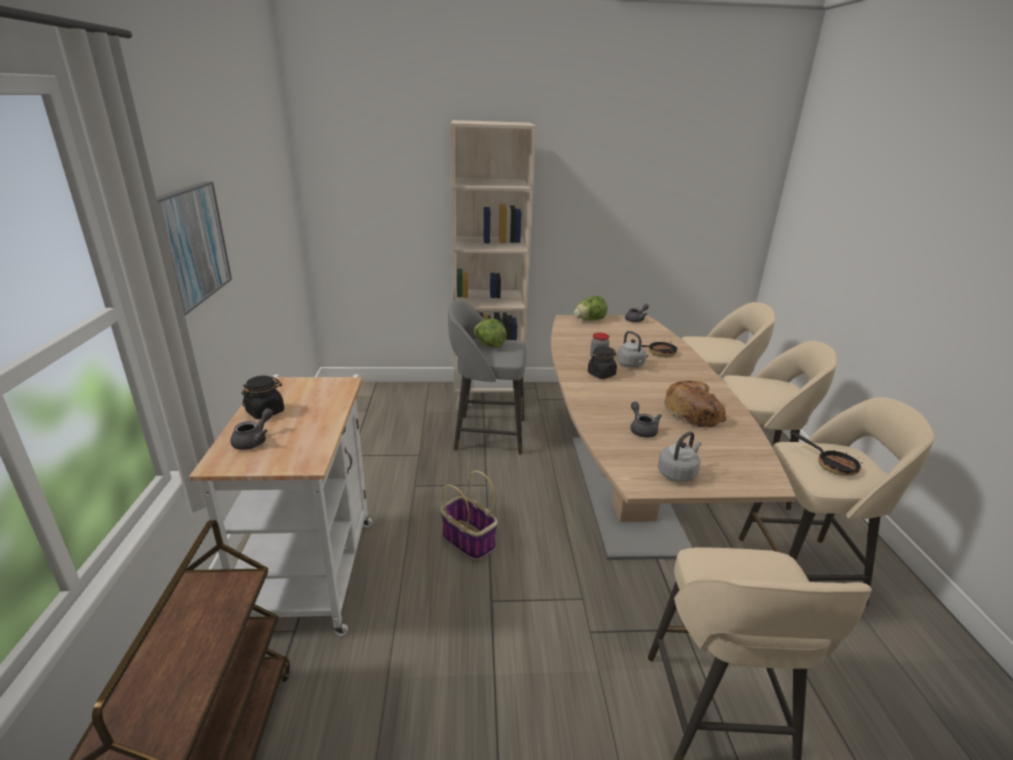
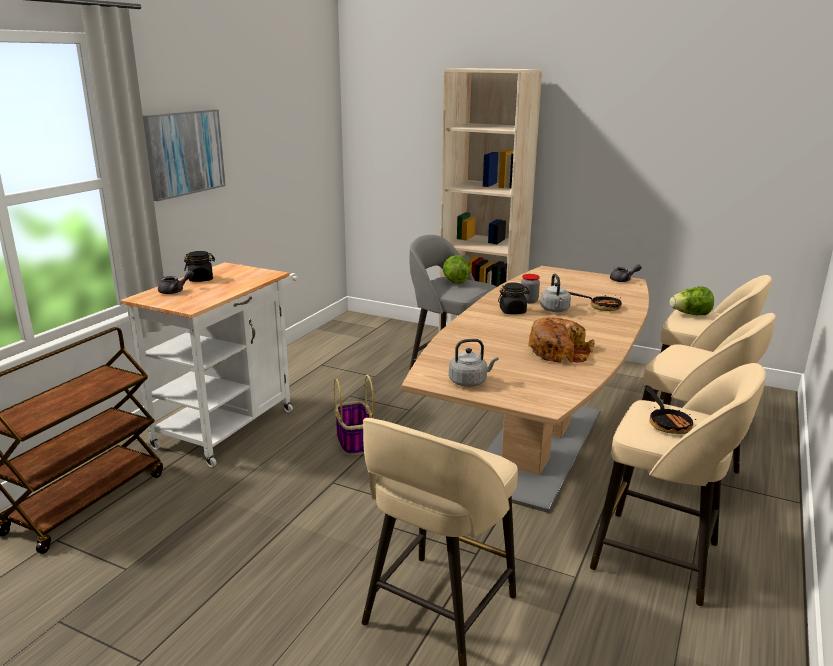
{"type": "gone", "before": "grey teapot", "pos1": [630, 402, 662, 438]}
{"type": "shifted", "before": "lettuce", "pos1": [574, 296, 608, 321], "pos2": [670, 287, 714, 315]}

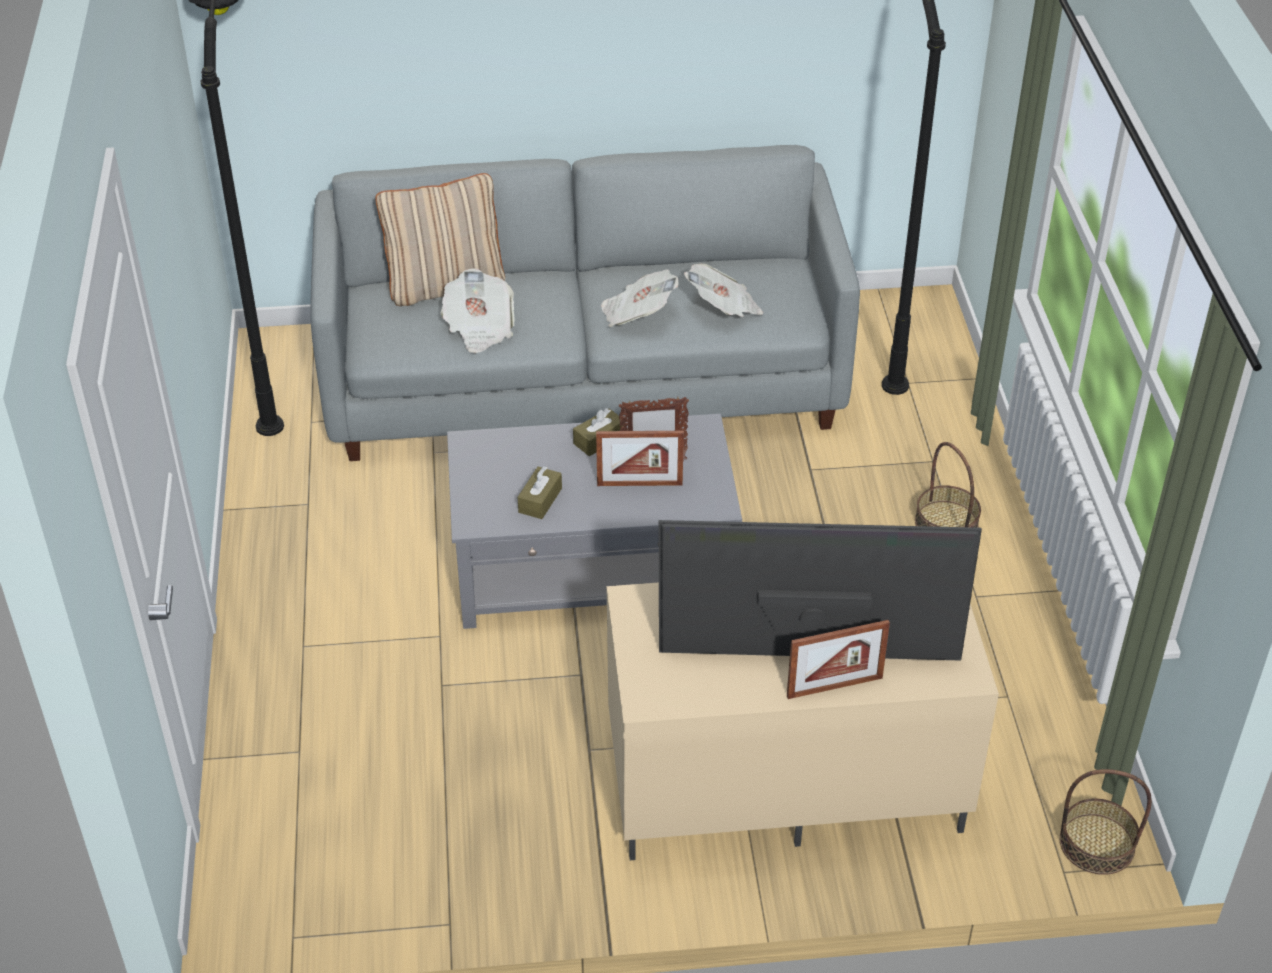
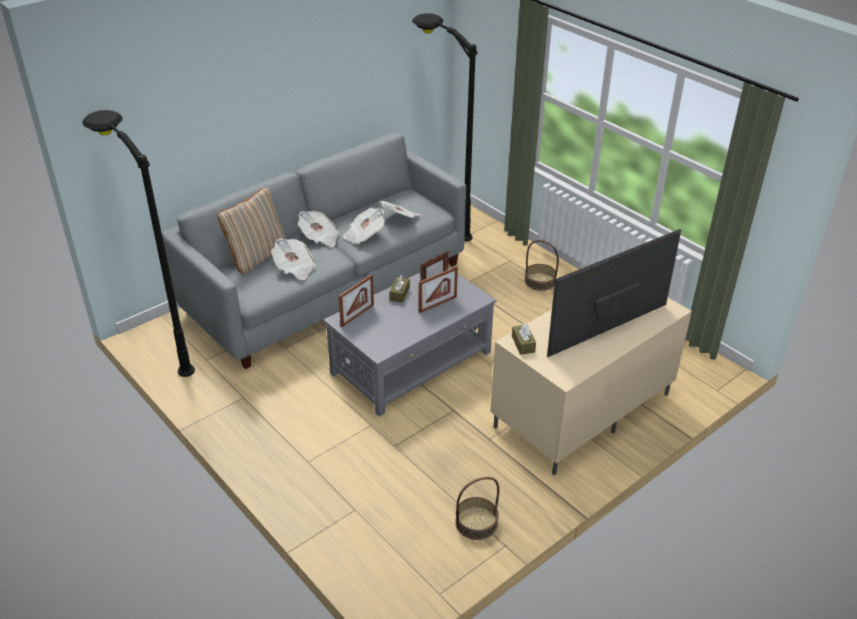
{"type": "new", "after": "newspaper", "pos2": [298, 211, 340, 247]}
{"type": "shifted", "before": "brown tissue box", "pos1": [518, 467, 562, 519], "pos2": [512, 323, 536, 355]}
{"type": "shifted", "before": "picture frame", "pos1": [787, 620, 890, 699], "pos2": [339, 274, 374, 327]}
{"type": "shifted", "before": "basket", "pos1": [1060, 769, 1152, 875], "pos2": [455, 477, 499, 540]}

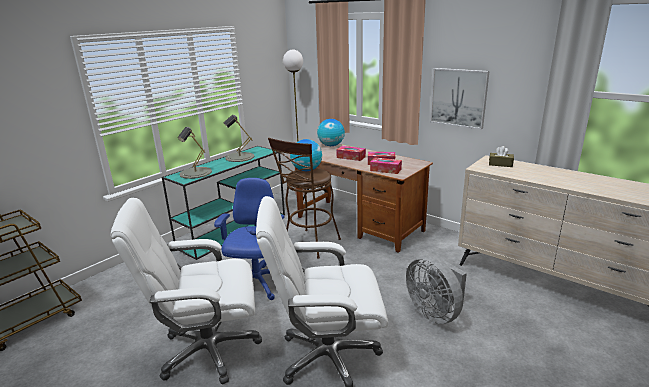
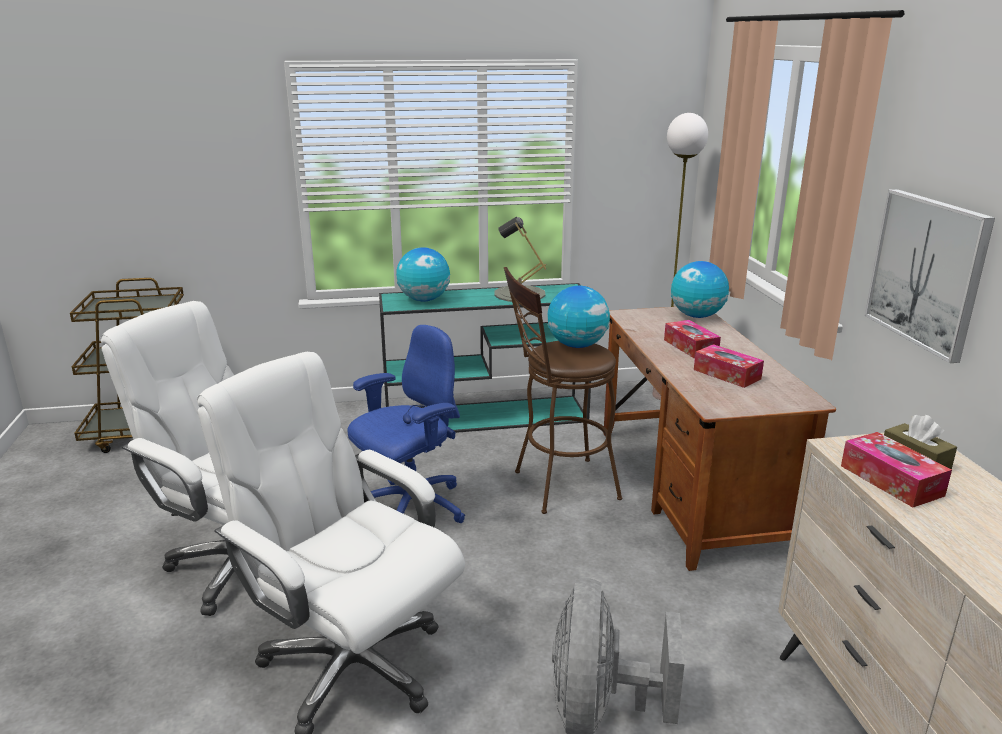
{"type": "shifted", "before": "tissue box", "pos1": [370, 157, 402, 174], "pos2": [841, 432, 952, 507]}
{"type": "swapped", "before": "grey table lamp", "after": "globe", "pos1": [178, 127, 212, 179], "pos2": [396, 247, 450, 301]}

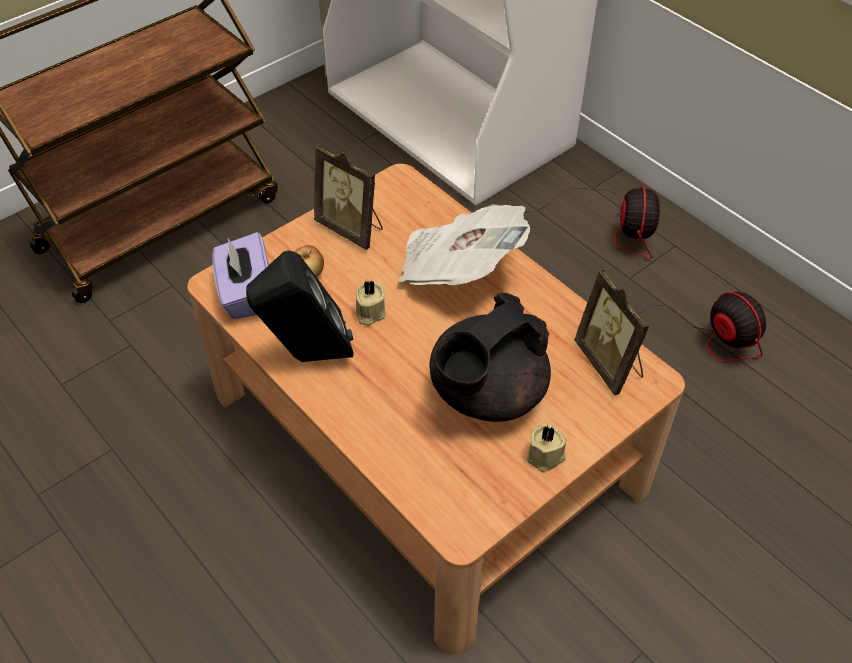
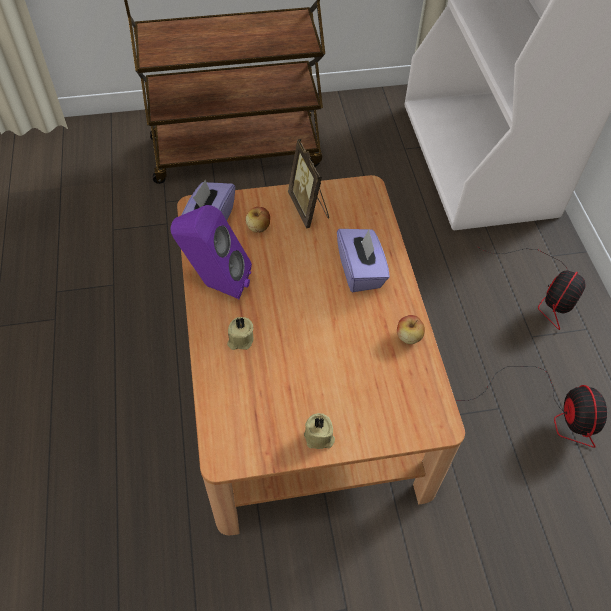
{"type": "gone", "before": "black teapot", "pos1": [430, 293, 551, 422]}
{"type": "gone", "before": "picture frame", "pos1": [574, 269, 649, 395]}
{"type": "new", "after": "apple", "pos2": [397, 315, 425, 344]}
{"type": "shifted", "before": "beige candle", "pos1": [356, 281, 386, 326], "pos2": [227, 317, 253, 350]}
{"type": "swapped", "before": "newspaper", "after": "purple tissue box", "pos1": [398, 204, 530, 285], "pos2": [337, 229, 390, 292]}
{"type": "repainted", "before": "black speaker", "after": "purple speaker", "pos1": [246, 251, 354, 362], "pos2": [170, 205, 252, 299]}

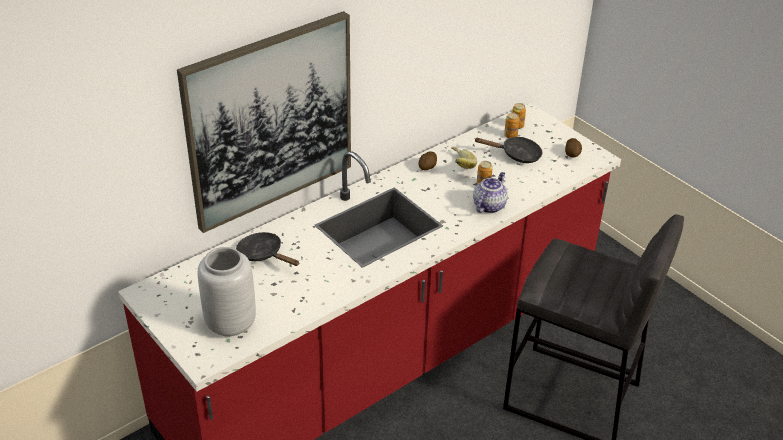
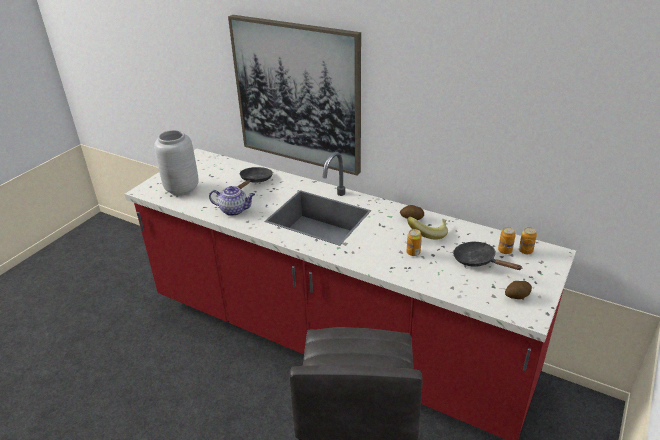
{"type": "shifted", "before": "teapot", "pos1": [473, 172, 508, 213], "pos2": [209, 186, 255, 216]}
{"type": "rotated", "before": "black frying pan", "pos1": [474, 137, 543, 163], "pos2": [453, 242, 523, 270], "turn": 150}

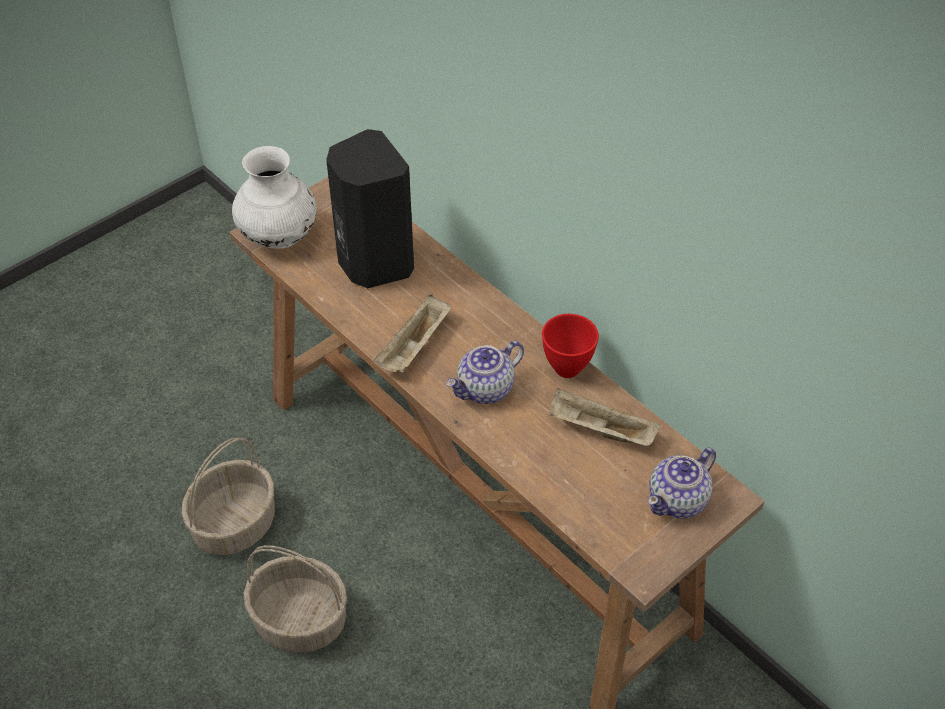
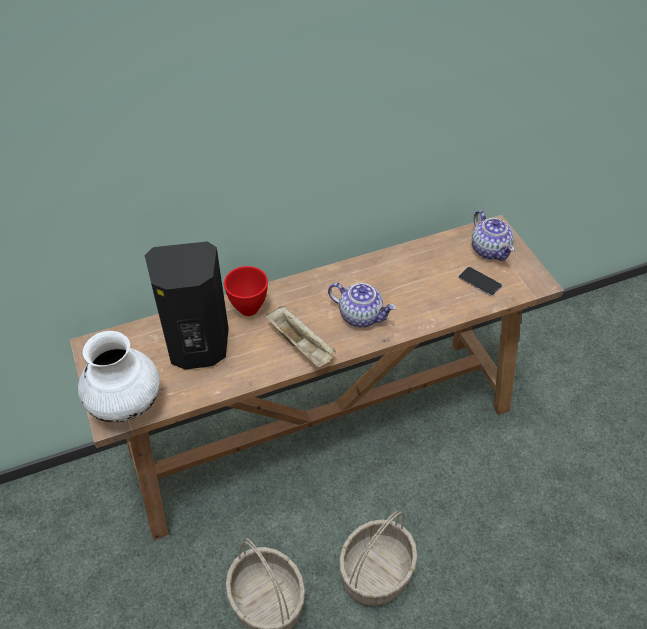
{"type": "gone", "before": "beige tray", "pos1": [549, 388, 660, 446]}
{"type": "new", "after": "phone", "pos2": [459, 267, 502, 296]}
{"type": "shifted", "before": "red bowl", "pos1": [542, 314, 599, 378], "pos2": [224, 266, 268, 316]}
{"type": "rotated", "before": "teapot", "pos1": [446, 341, 524, 404], "pos2": [328, 283, 396, 327], "turn": -45}

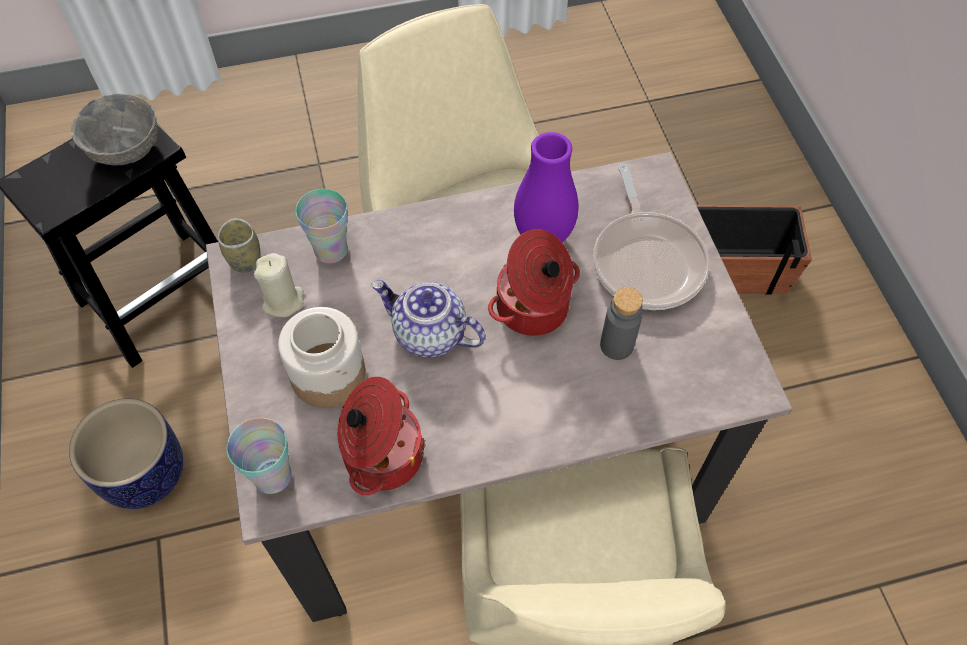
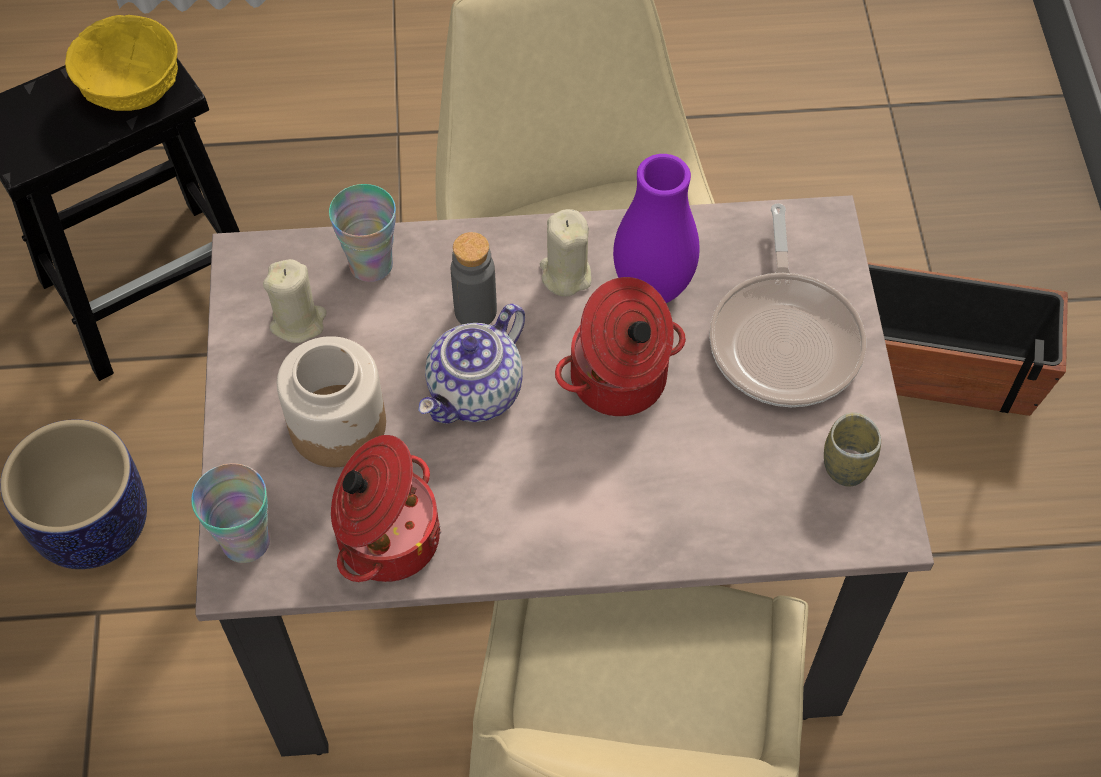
{"type": "new", "after": "beige candle", "pos2": [540, 209, 591, 296]}
{"type": "shifted", "before": "cup", "pos1": [218, 218, 261, 273], "pos2": [824, 412, 881, 487]}
{"type": "shifted", "before": "grey bottle", "pos1": [600, 287, 643, 360], "pos2": [451, 232, 497, 325]}
{"type": "repainted", "before": "grey bowl", "after": "yellow bowl", "pos1": [71, 94, 158, 165], "pos2": [65, 15, 178, 111]}
{"type": "rotated", "before": "teapot", "pos1": [371, 280, 486, 357], "pos2": [418, 304, 525, 424], "turn": -90}

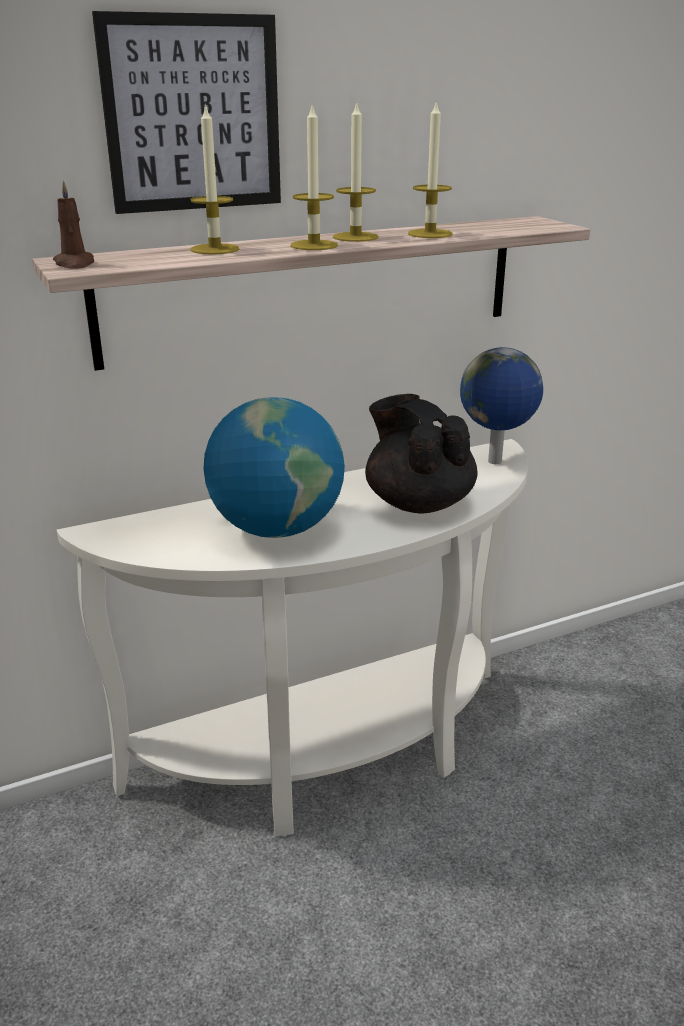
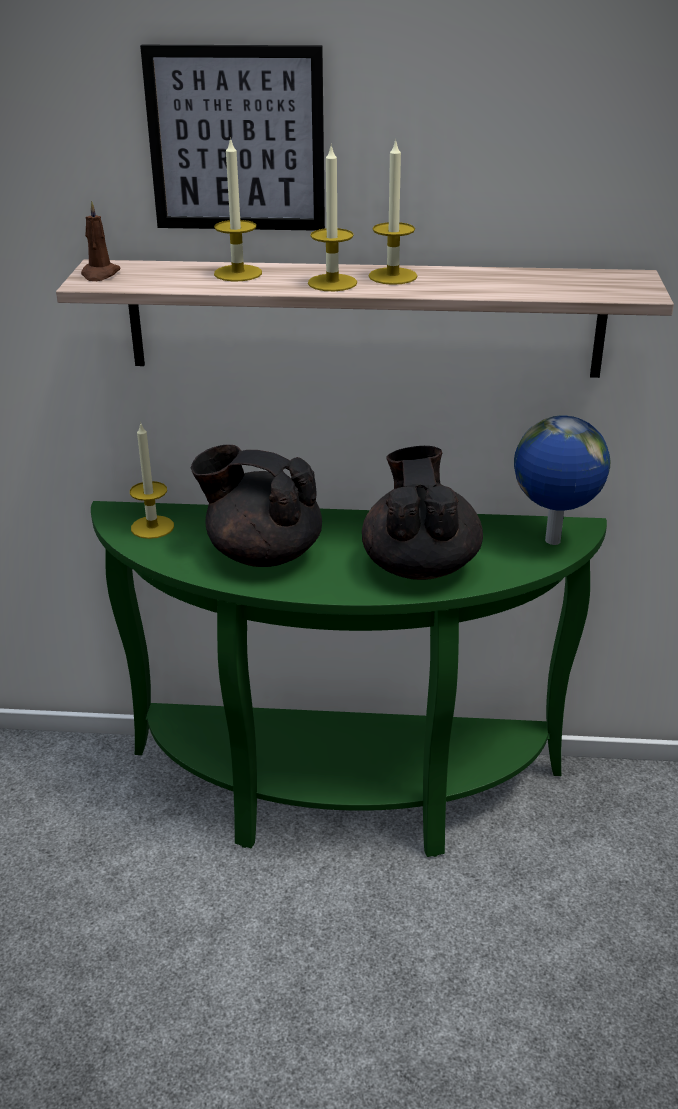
{"type": "shifted", "before": "candle", "pos1": [408, 100, 453, 238], "pos2": [130, 421, 174, 539]}
{"type": "swapped", "before": "globe", "after": "black teapot", "pos1": [203, 397, 345, 538], "pos2": [191, 445, 322, 567]}
{"type": "repainted", "before": "white console table", "after": "green console table", "pos1": [57, 439, 528, 837], "pos2": [91, 501, 607, 857]}

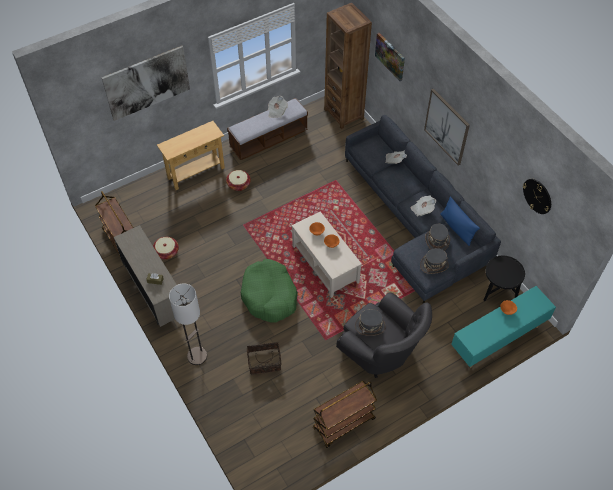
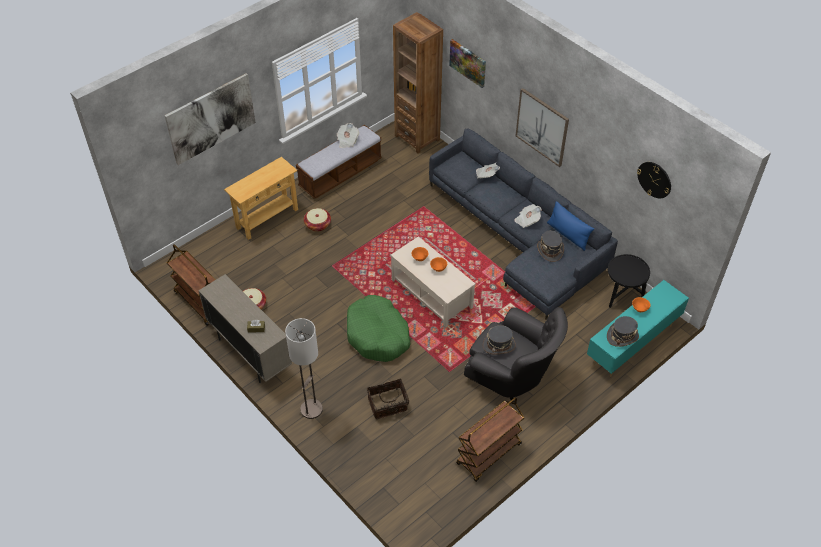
{"type": "shifted", "before": "grey hat", "pos1": [420, 248, 449, 274], "pos2": [607, 316, 639, 347]}

